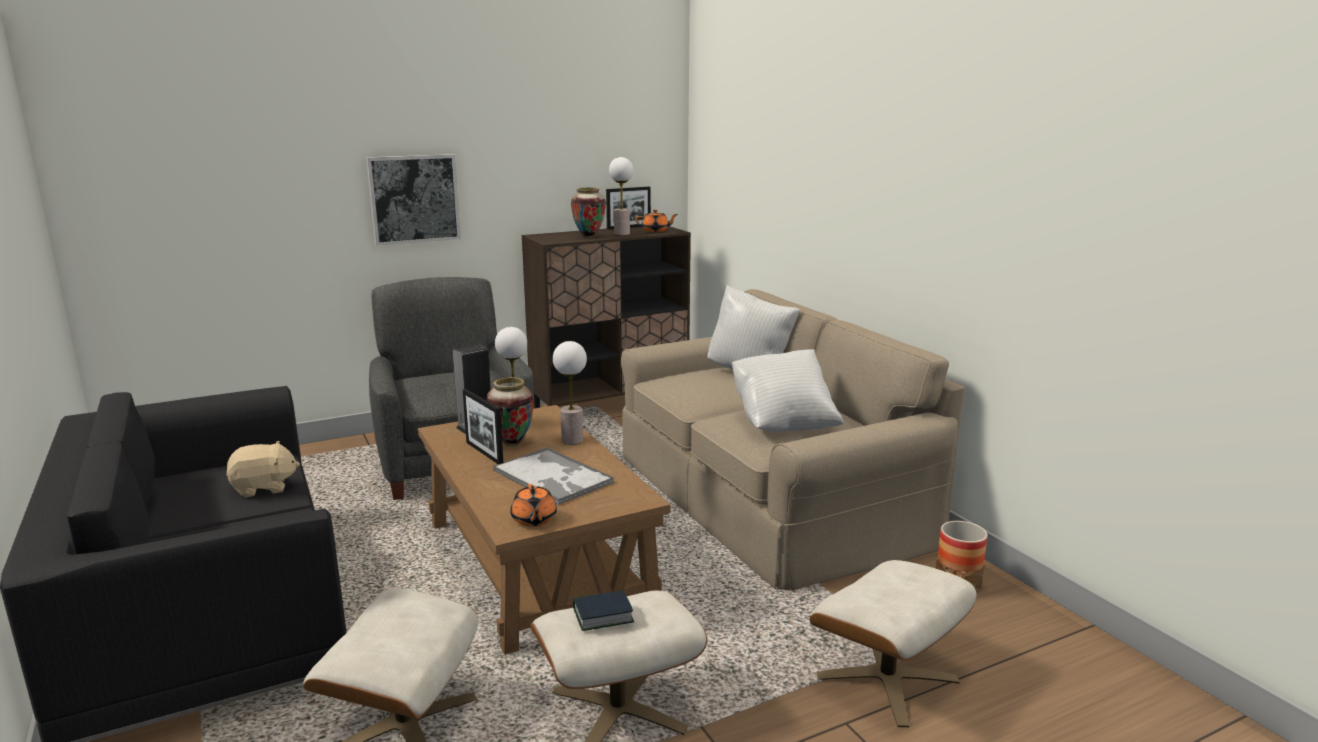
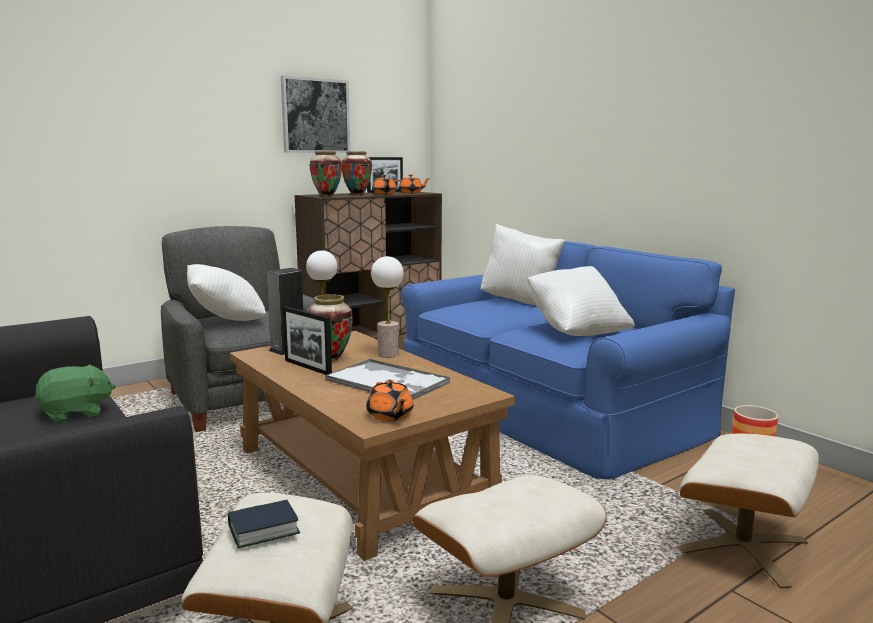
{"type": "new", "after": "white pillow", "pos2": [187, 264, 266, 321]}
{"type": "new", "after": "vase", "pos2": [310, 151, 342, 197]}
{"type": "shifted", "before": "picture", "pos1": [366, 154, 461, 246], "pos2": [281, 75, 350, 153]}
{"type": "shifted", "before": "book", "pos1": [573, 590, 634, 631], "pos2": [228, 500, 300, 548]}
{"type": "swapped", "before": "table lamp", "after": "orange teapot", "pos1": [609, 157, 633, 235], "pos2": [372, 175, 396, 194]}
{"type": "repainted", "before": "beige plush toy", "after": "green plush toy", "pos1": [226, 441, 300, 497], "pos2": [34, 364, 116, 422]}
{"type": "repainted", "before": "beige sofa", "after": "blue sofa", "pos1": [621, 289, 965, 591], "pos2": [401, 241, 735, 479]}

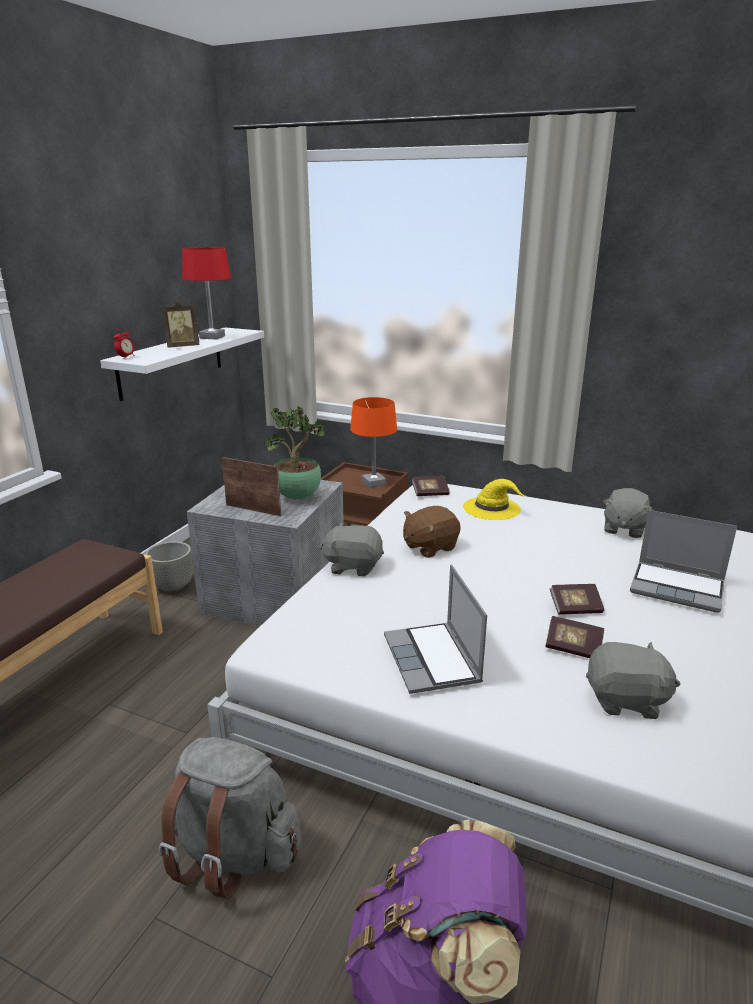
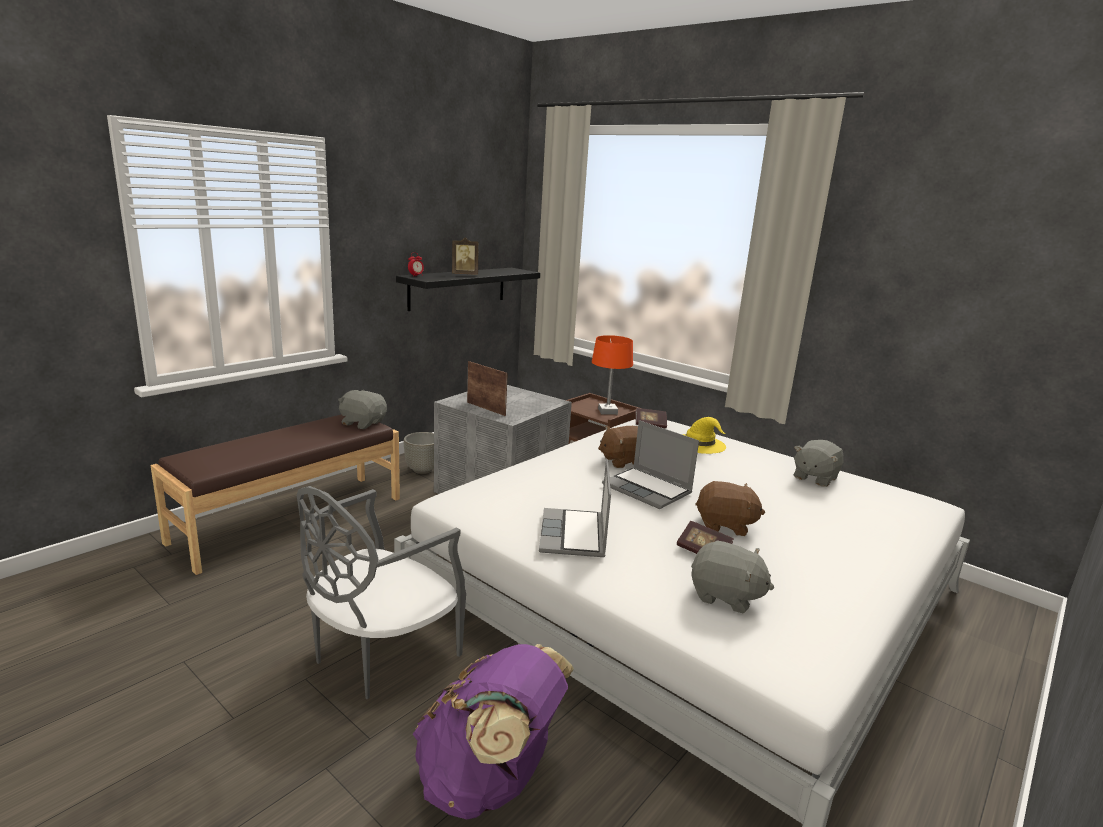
{"type": "gone", "before": "red table lamp", "pos1": [182, 247, 231, 340]}
{"type": "gone", "before": "potted plant", "pos1": [264, 406, 324, 500]}
{"type": "shifted", "before": "grey plush toy", "pos1": [319, 522, 384, 577], "pos2": [338, 390, 387, 429]}
{"type": "shifted", "before": "laptop", "pos1": [630, 510, 737, 613], "pos2": [602, 420, 699, 509]}
{"type": "swapped", "before": "grey backpack", "after": "grey chair", "pos1": [159, 737, 302, 899], "pos2": [297, 486, 466, 699]}
{"type": "swapped", "before": "book", "after": "brown plush toy", "pos1": [550, 584, 604, 615], "pos2": [695, 481, 765, 536]}
{"type": "repainted", "before": "white shelf", "after": "black shelf", "pos1": [100, 328, 264, 401], "pos2": [396, 268, 540, 311]}

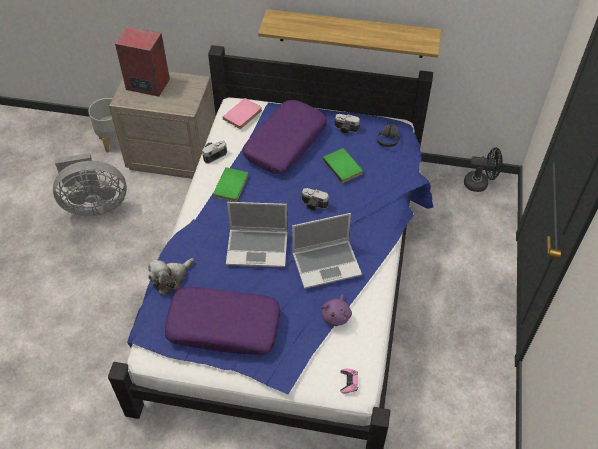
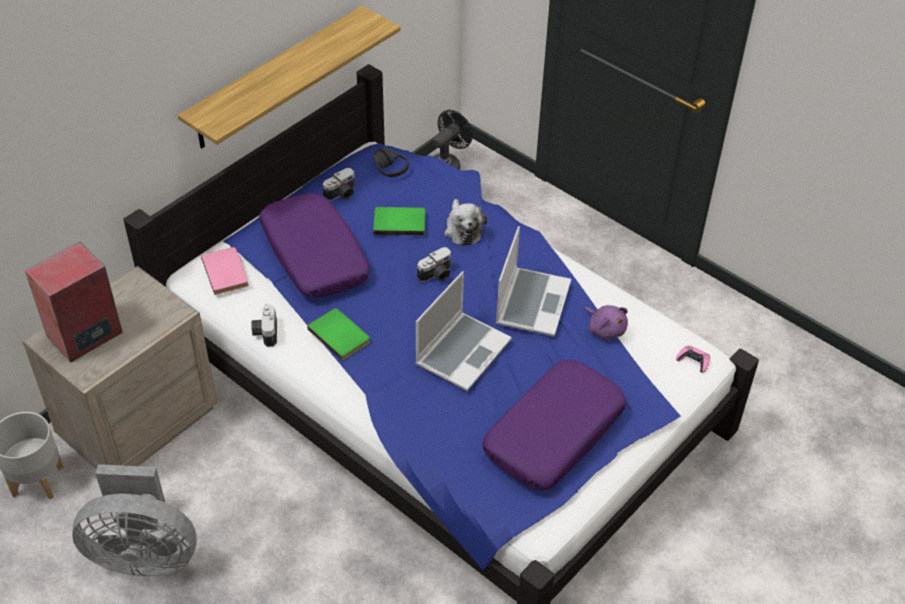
{"type": "shifted", "before": "plush toy", "pos1": [148, 258, 194, 295], "pos2": [444, 199, 487, 246]}
{"type": "rotated", "before": "grey fan", "pos1": [53, 153, 127, 216], "pos2": [72, 464, 197, 576], "turn": 75}

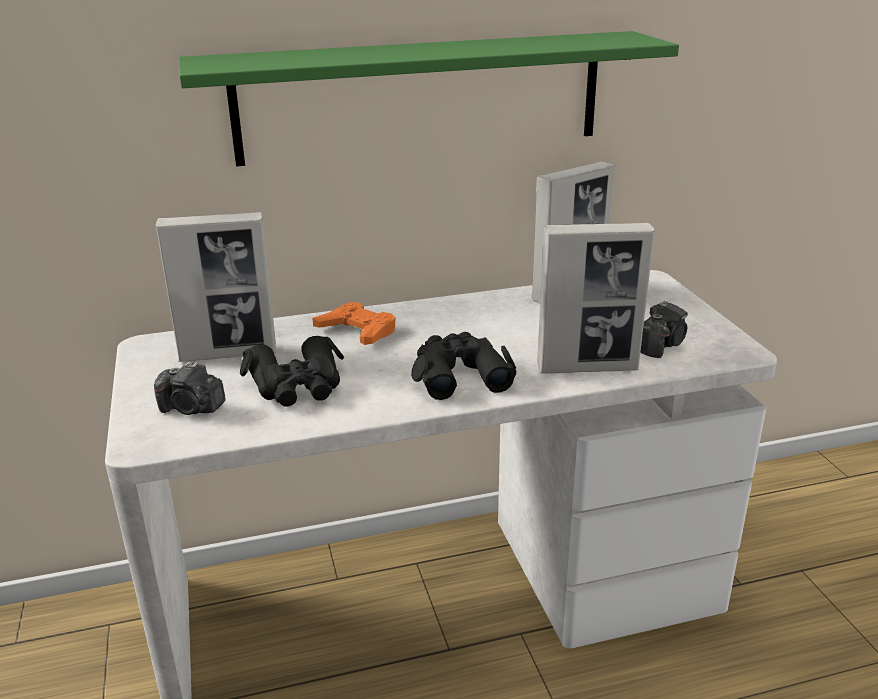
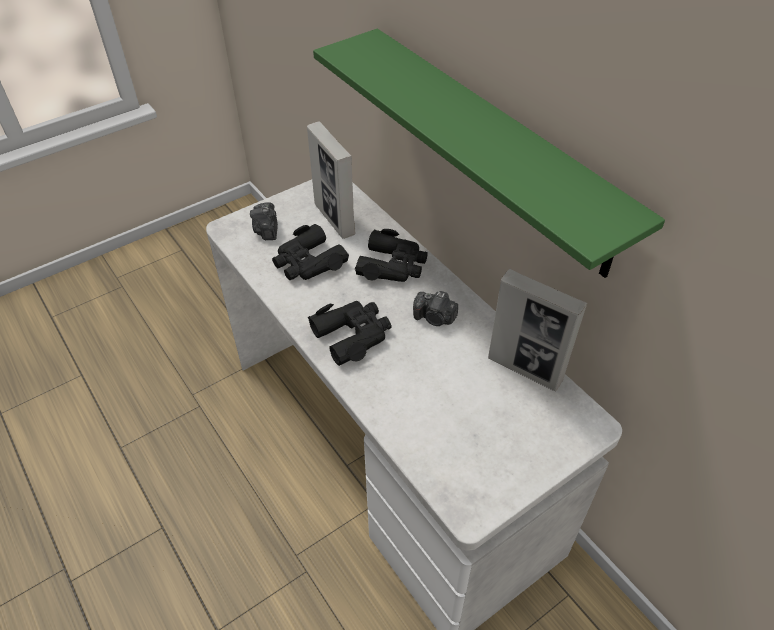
{"type": "gone", "before": "picture frame", "pos1": [537, 223, 655, 373]}
{"type": "shifted", "before": "photo camera", "pos1": [640, 301, 688, 358], "pos2": [413, 291, 458, 326]}
{"type": "swapped", "before": "orange game controller", "after": "black binoculars", "pos1": [312, 302, 396, 345], "pos2": [355, 229, 428, 282]}

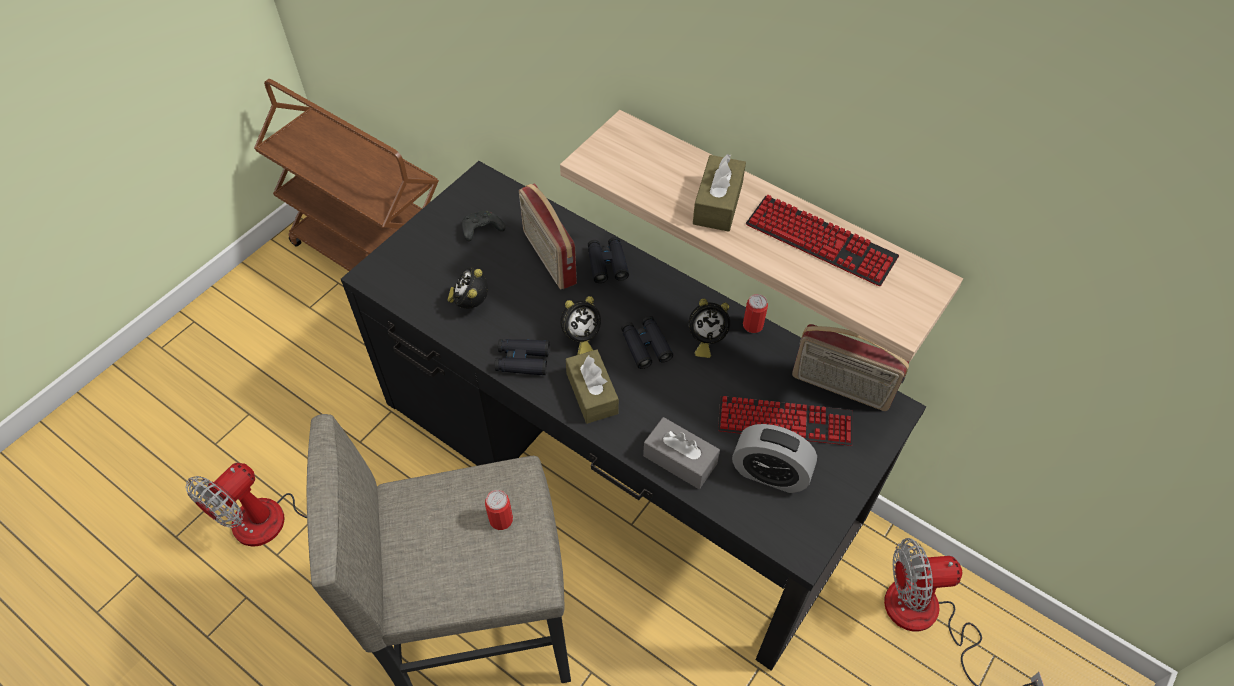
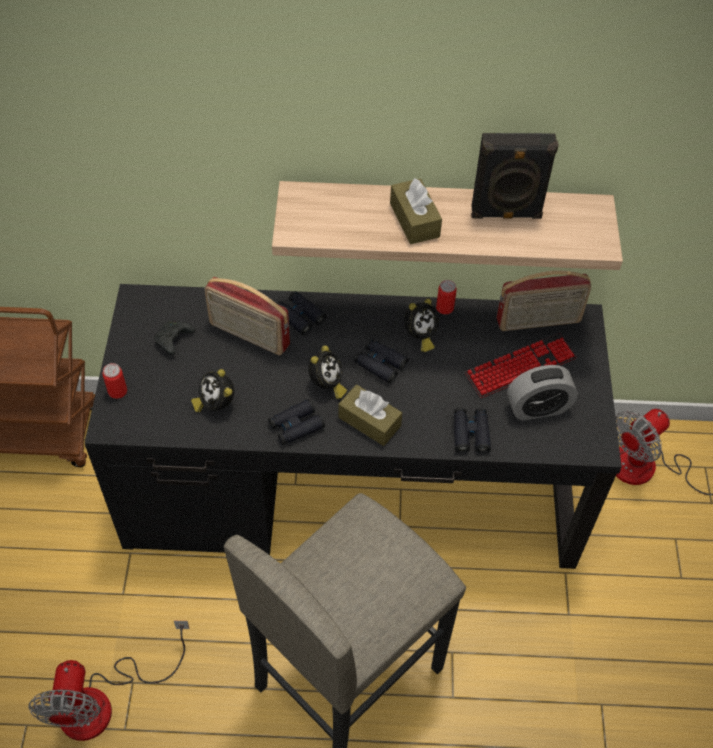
{"type": "shifted", "before": "can", "pos1": [485, 490, 513, 530], "pos2": [103, 363, 127, 399]}
{"type": "swapped", "before": "grey tissue box", "after": "black binoculars", "pos1": [643, 417, 720, 489], "pos2": [454, 408, 491, 454]}
{"type": "swapped", "before": "keyboard", "after": "black speaker", "pos1": [746, 195, 899, 286], "pos2": [471, 133, 559, 219]}

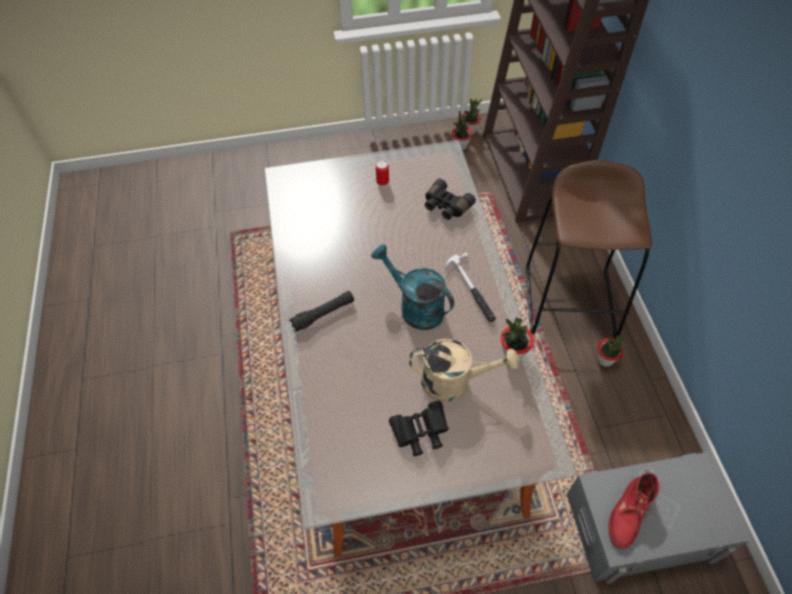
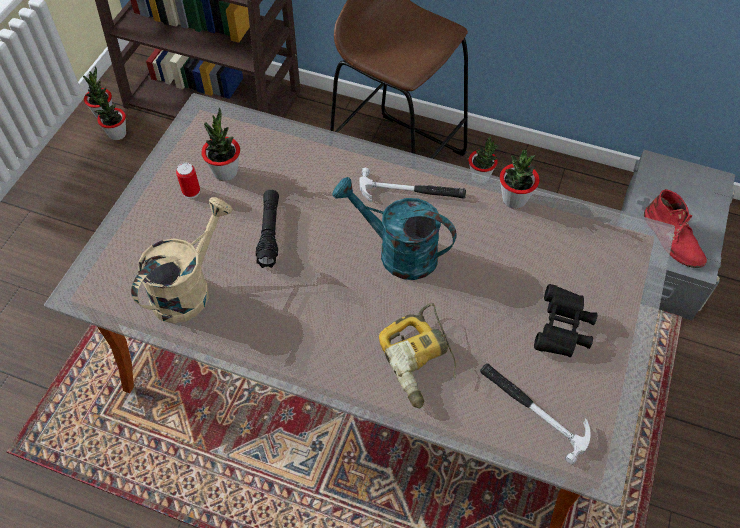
{"type": "gone", "before": "black binoculars", "pos1": [425, 178, 476, 220]}
{"type": "new", "after": "potted plant", "pos2": [201, 108, 240, 181]}
{"type": "new", "after": "power drill", "pos2": [379, 303, 456, 408]}
{"type": "new", "after": "hammer", "pos2": [480, 364, 591, 465]}
{"type": "shifted", "before": "black flashlight", "pos1": [289, 291, 354, 332], "pos2": [256, 190, 279, 268]}
{"type": "shifted", "before": "beige watering can", "pos1": [409, 339, 519, 402], "pos2": [131, 197, 233, 323]}
{"type": "rotated", "before": "turquoise watering can", "pos1": [371, 244, 454, 330], "pos2": [332, 177, 457, 280], "turn": 45}

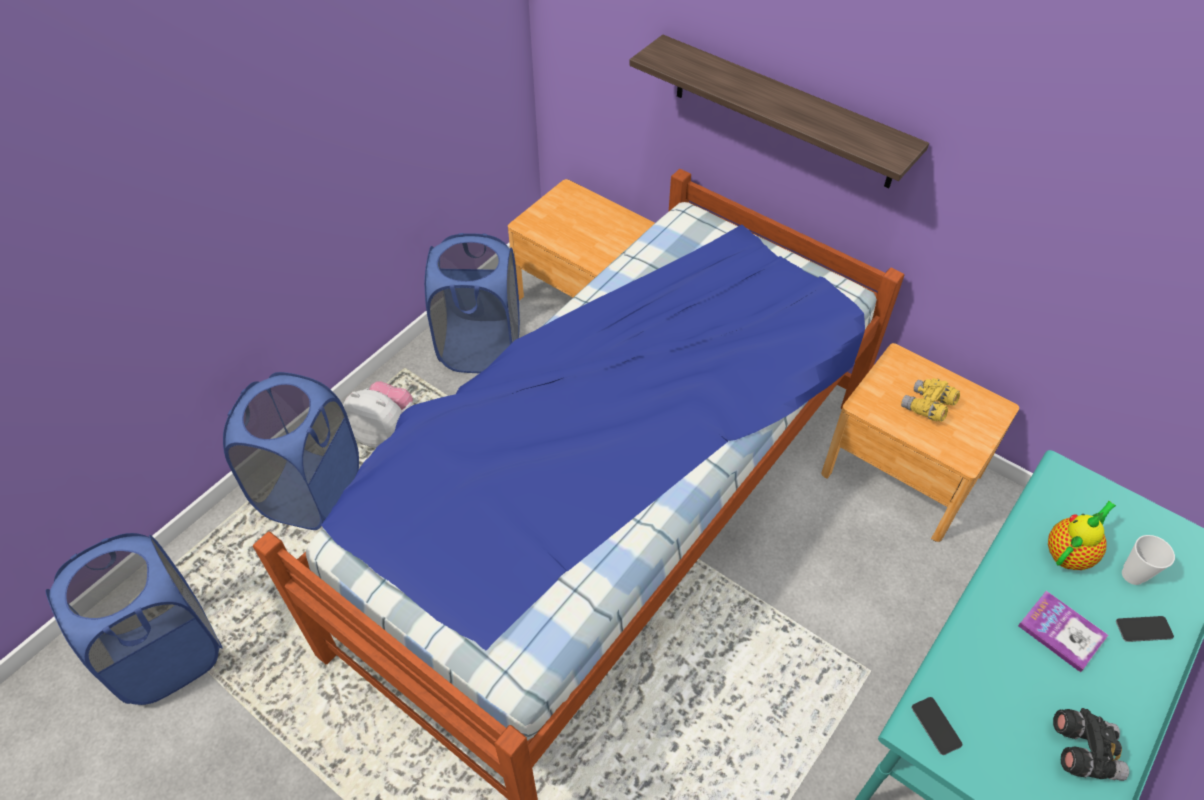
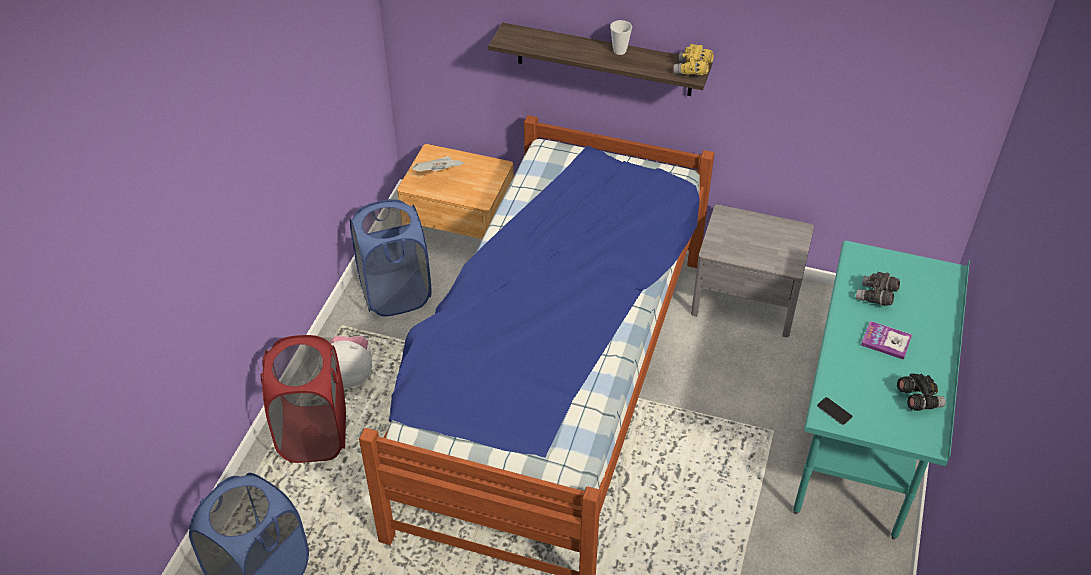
{"type": "gone", "before": "phone", "pos1": [1116, 616, 1174, 642]}
{"type": "new", "after": "newspaper", "pos2": [412, 156, 465, 172]}
{"type": "shifted", "before": "yellow binoculars", "pos1": [901, 378, 960, 422], "pos2": [673, 44, 714, 76]}
{"type": "shifted", "before": "cup", "pos1": [1122, 535, 1175, 585], "pos2": [610, 20, 632, 55]}
{"type": "swapped", "before": "teapot", "after": "grey binoculars", "pos1": [1048, 501, 1116, 570], "pos2": [856, 272, 900, 306]}
{"type": "repainted", "before": "blue laundry basket", "after": "red laundry basket", "pos1": [223, 372, 359, 530], "pos2": [261, 335, 346, 463]}
{"type": "repainted", "before": "brown nightstand", "after": "grey nightstand", "pos1": [821, 343, 1019, 542], "pos2": [691, 205, 814, 337]}

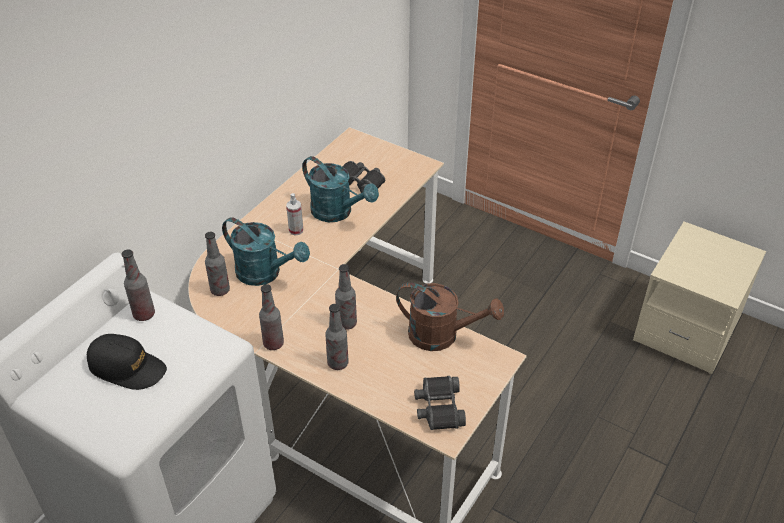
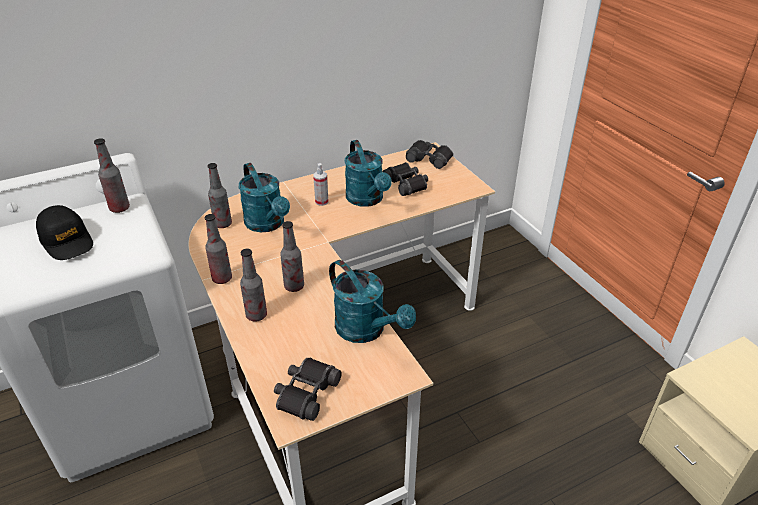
{"type": "new", "after": "black binoculars", "pos2": [406, 140, 453, 169]}
{"type": "repainted", "before": "brown watering can", "after": "turquoise watering can", "pos1": [396, 282, 504, 351], "pos2": [329, 260, 416, 343]}

